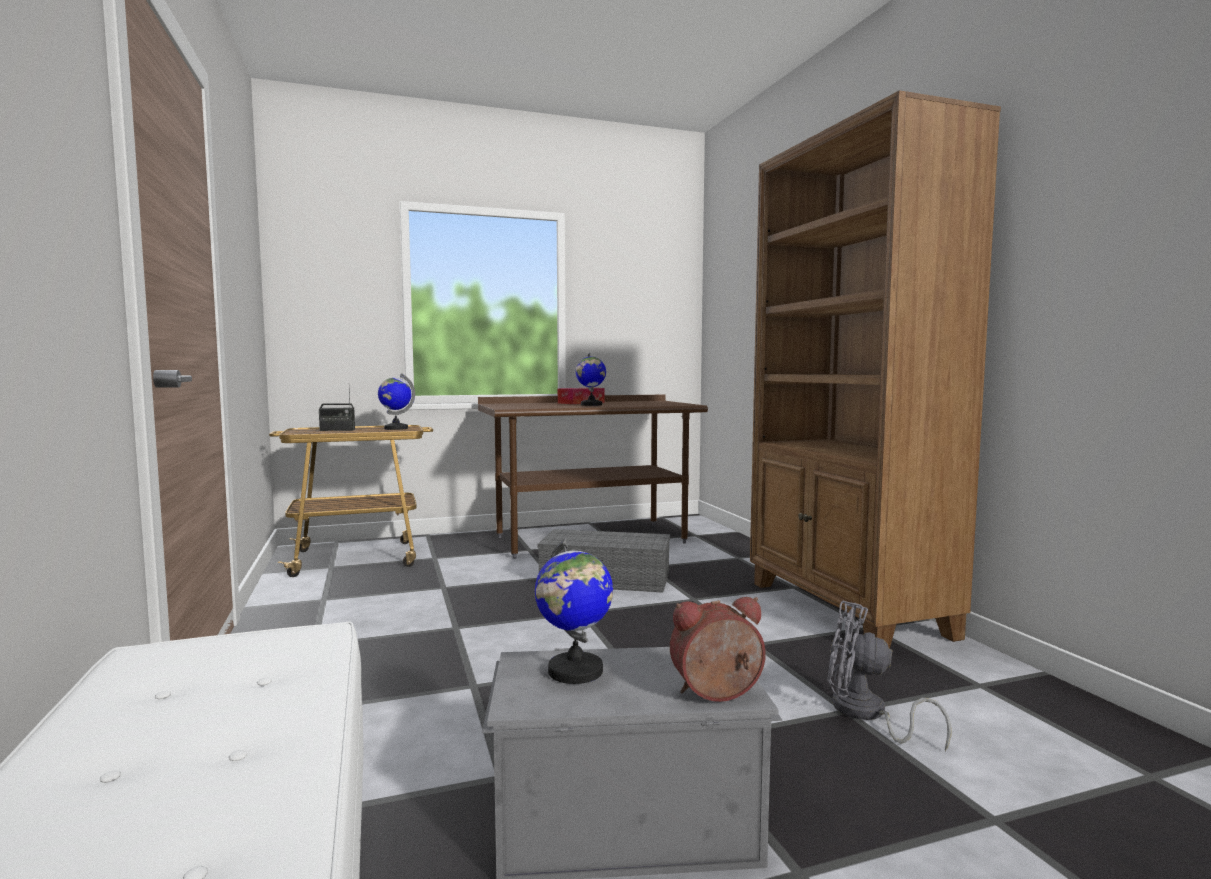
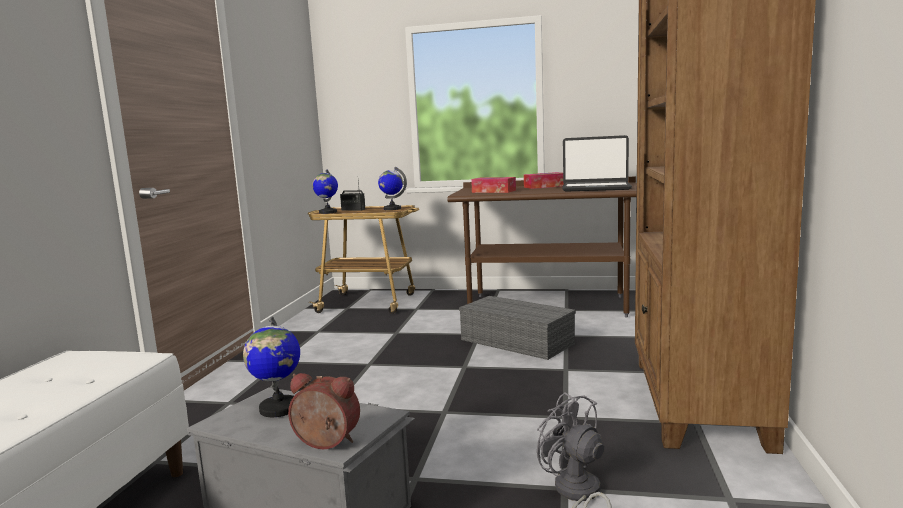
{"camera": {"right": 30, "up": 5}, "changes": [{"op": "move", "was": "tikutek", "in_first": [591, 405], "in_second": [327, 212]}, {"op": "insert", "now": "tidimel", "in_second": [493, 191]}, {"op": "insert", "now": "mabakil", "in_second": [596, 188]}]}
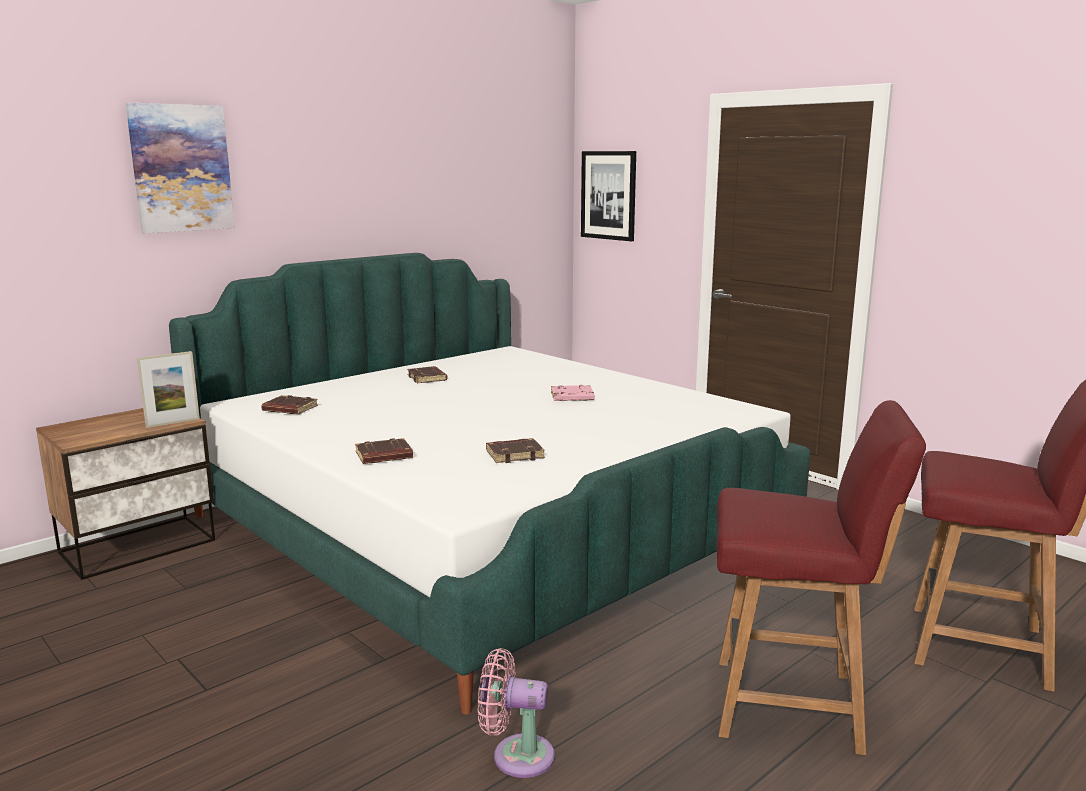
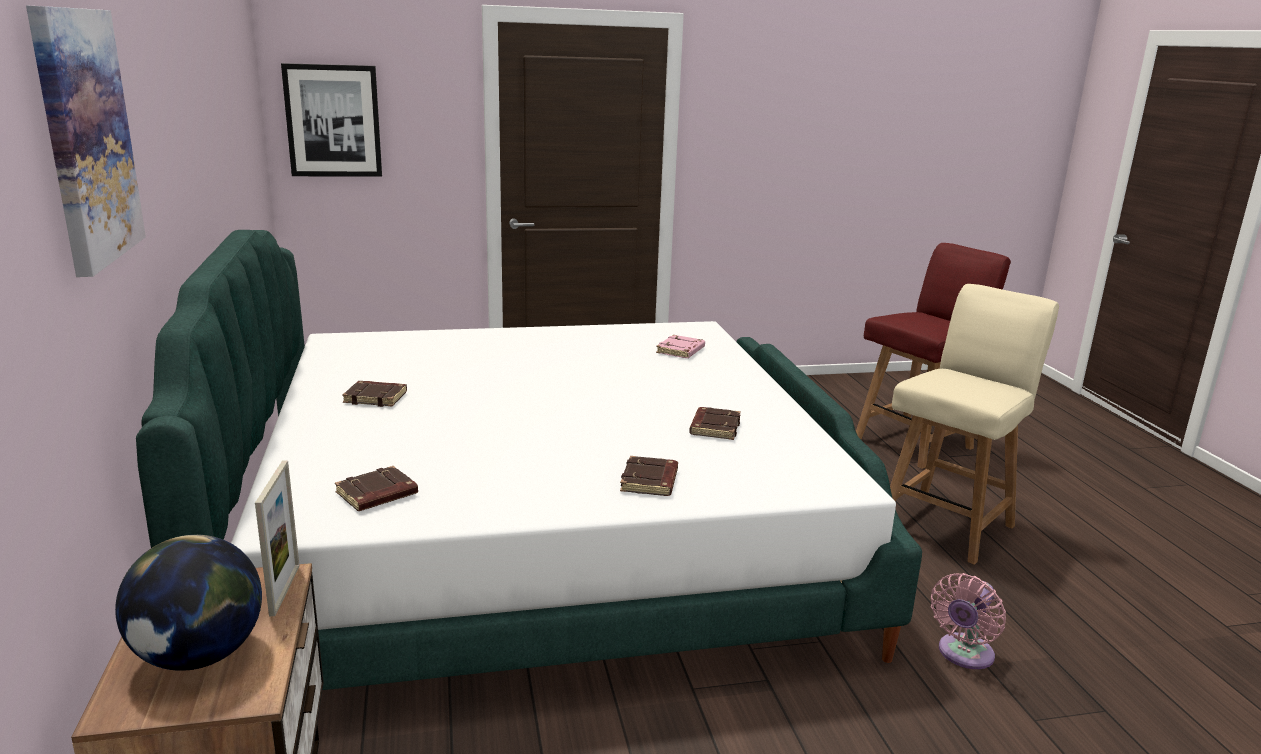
{"camera": {"right": -60, "up": 5}, "changes": [{"op": "insert", "now": "tikutek", "in_second": [199, 656]}, {"op": "move", "was": "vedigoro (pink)", "in_first": [571, 397], "in_second": [681, 351]}, {"op": "recolor", "was": "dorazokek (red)", "now": "dorazokek (beige)", "in_first": [791, 705], "in_second": [948, 525]}]}
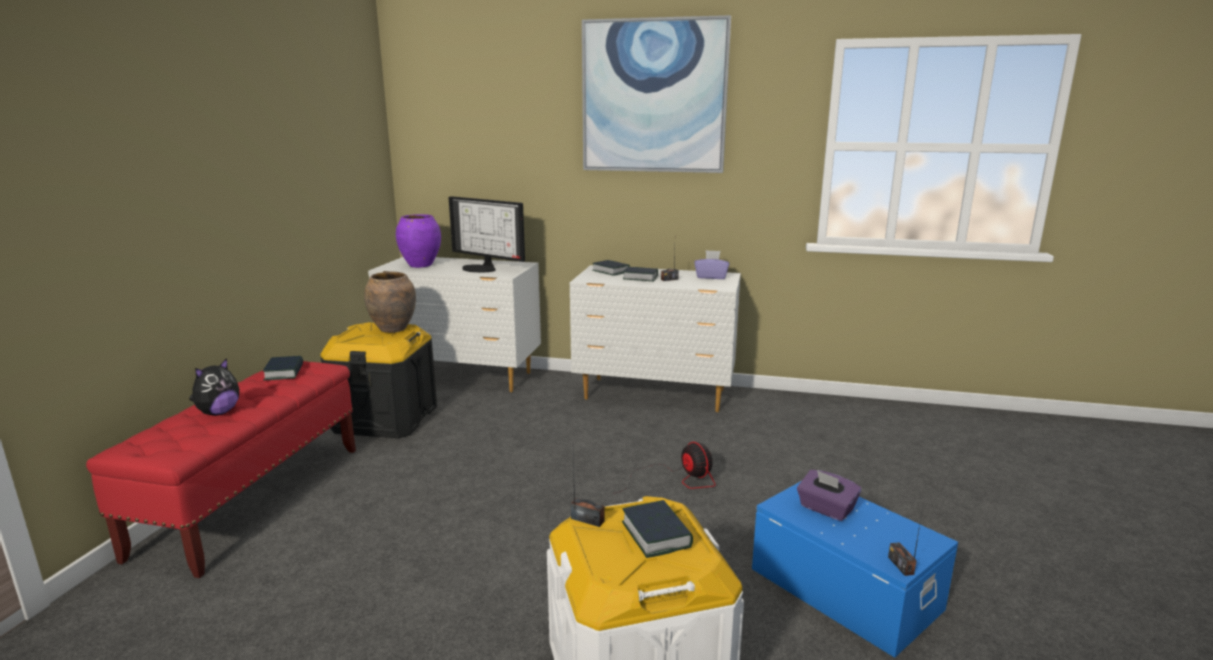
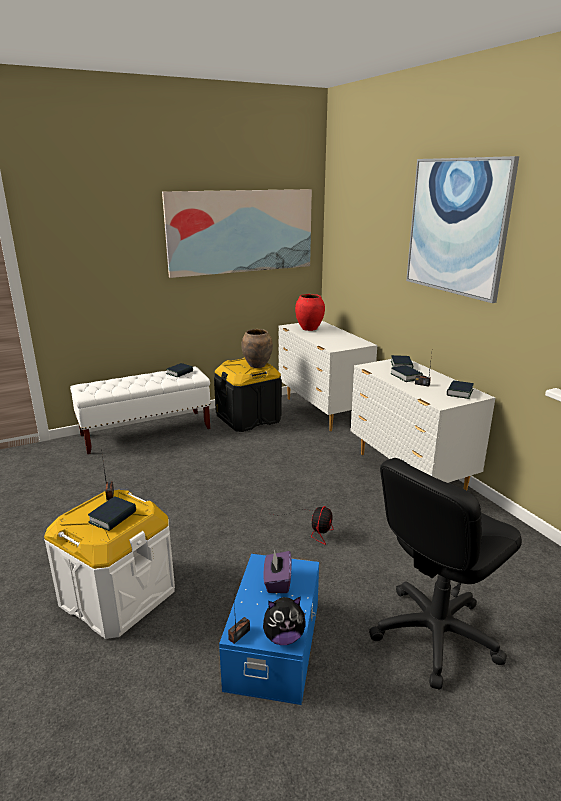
{"camera": {"right": 50, "up": 5}, "changes": [{"op": "recolor", "was": "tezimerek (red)", "now": "tezimerek (white)", "in_first": [253, 500], "in_second": [146, 432]}, {"op": "insert", "now": "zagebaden", "in_second": [241, 231]}, {"op": "move", "was": "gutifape", "in_first": [218, 413], "in_second": [283, 637]}, {"op": "recolor", "was": "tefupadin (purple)", "now": "tefupadin (red)", "in_first": [420, 265], "in_second": [309, 329]}, {"op": "insert", "now": "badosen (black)", "in_second": [434, 634]}, {"op": "replace", "was": "tidimel (purple)", "now": "vedigoro", "in_first": [711, 277], "in_second": [459, 392]}, {"op": "delete", "was": "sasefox", "in_first": [482, 268]}]}
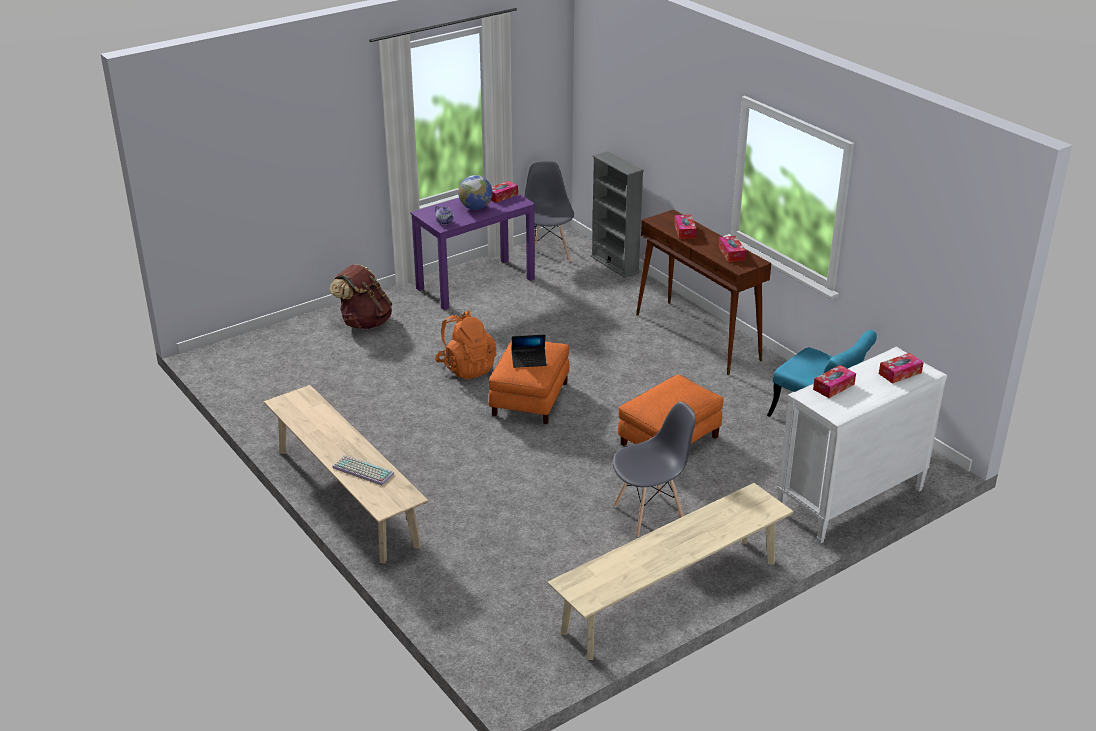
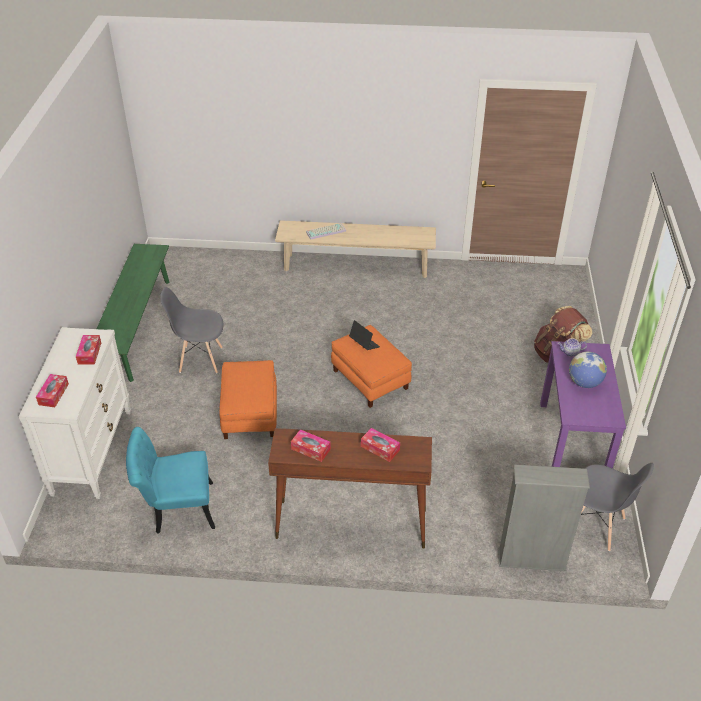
{"camera": {"right": 130, "up": 10}, "changes": [{"op": "recolor", "was": "tezimerek (beige)", "now": "tezimerek (green)", "in_first": [671, 596], "in_second": [137, 327]}, {"op": "rotate", "was": "dorazokek (grey)", "in_first": [649, 514], "in_second": [200, 359], "clockwise": 75}, {"op": "rotate", "was": "mabakil", "in_first": [529, 361], "in_second": [364, 344], "clockwise": 105}, {"op": "delete", "was": "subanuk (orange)", "in_first": [466, 368]}, {"op": "delete", "was": "tidimel", "in_first": [502, 196]}]}
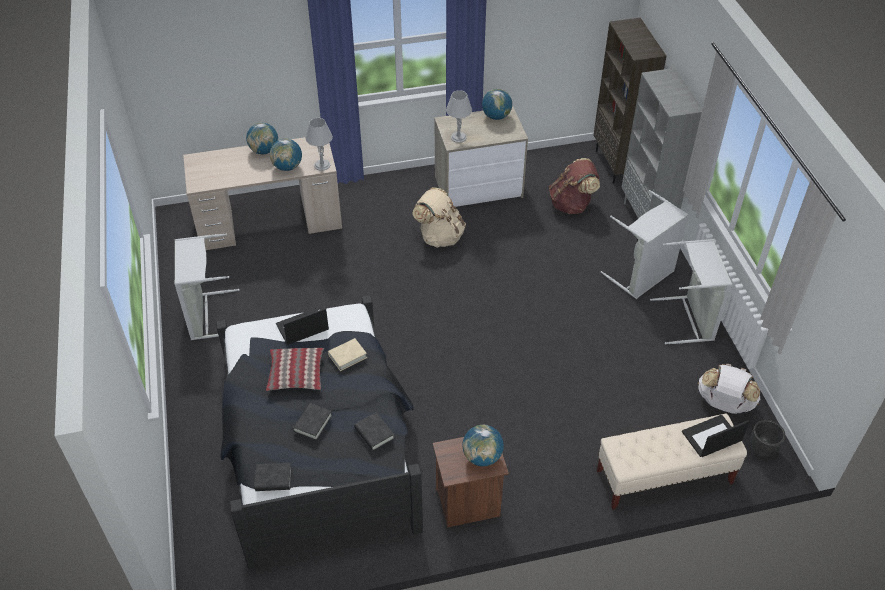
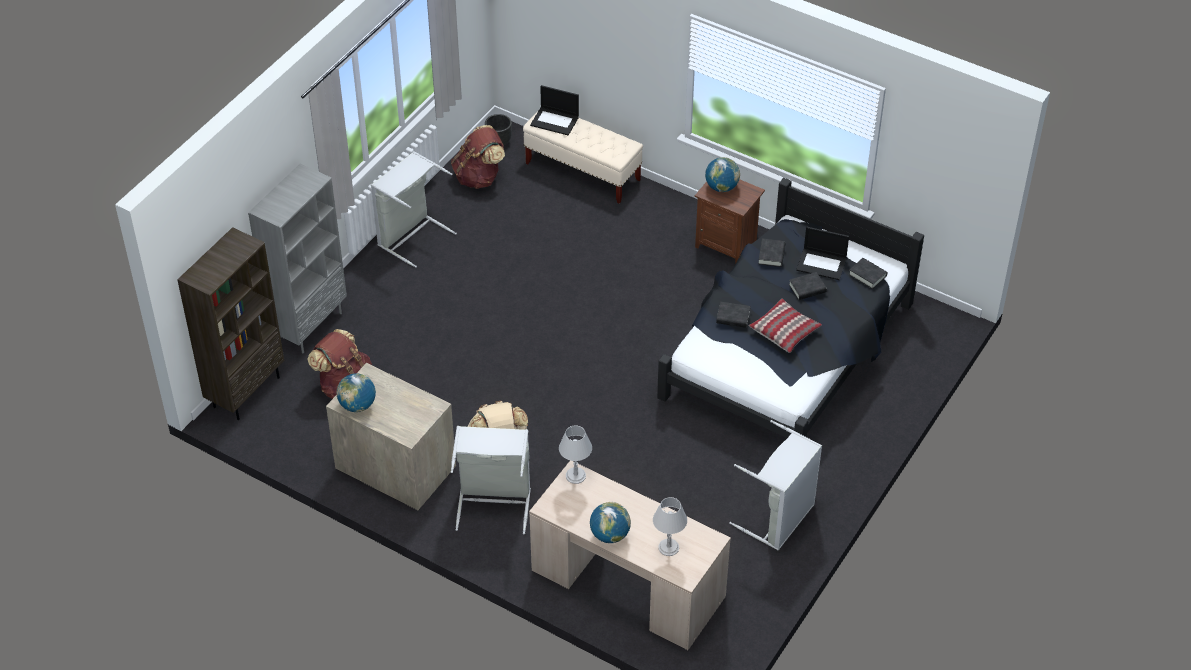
{"camera": {"right": -135, "up": 0}, "changes": [{"op": "recolor", "was": "subanuk (white)", "now": "subanuk (brown)", "in_first": [724, 404], "in_second": [479, 177]}, {"op": "move", "was": "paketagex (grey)", "in_first": [643, 276], "in_second": [494, 503]}, {"op": "move", "was": "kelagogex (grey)", "in_first": [458, 137], "in_second": [668, 547]}, {"op": "recolor", "was": "vedigoro (beige)", "now": "vedigoro (black)", "in_first": [347, 356], "in_second": [733, 317]}, {"op": "move", "was": "mabakil", "in_first": [302, 328], "in_second": [822, 264]}, {"op": "delete", "was": "tikutek", "in_first": [287, 167]}]}
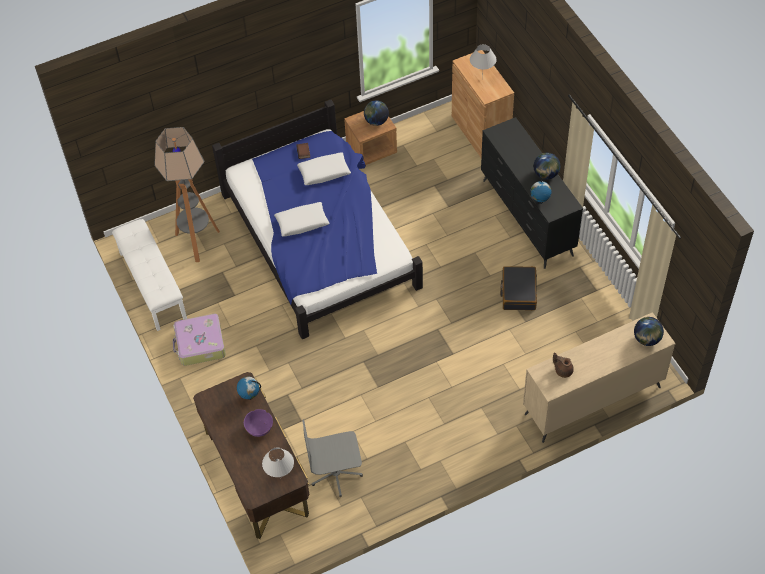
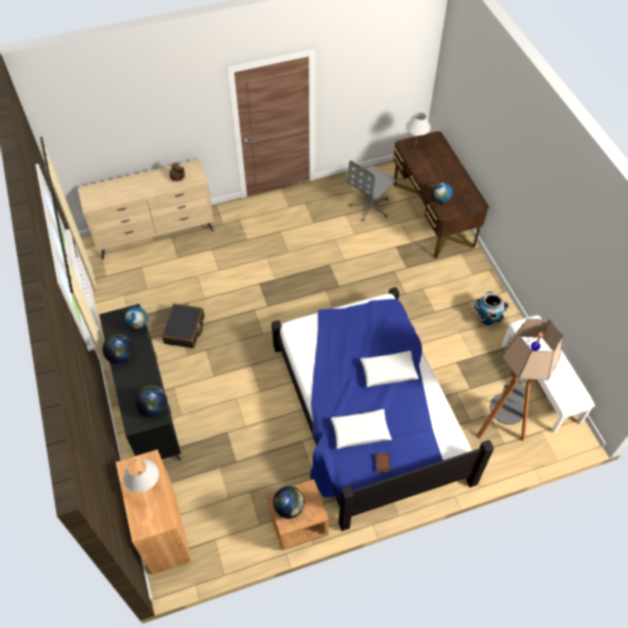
{"camera": {"right": -175, "up": 0}, "changes": [{"op": "move", "was": "tikutek", "in_first": [646, 339], "in_second": [154, 407]}, {"op": "rotate", "was": "badosen (grey)", "in_first": [336, 474], "in_second": [370, 207], "clockwise": 135}, {"op": "replace", "was": "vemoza", "now": "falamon", "in_first": [200, 344], "in_second": [486, 318]}, {"op": "delete", "was": "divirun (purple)", "in_first": [259, 428]}]}
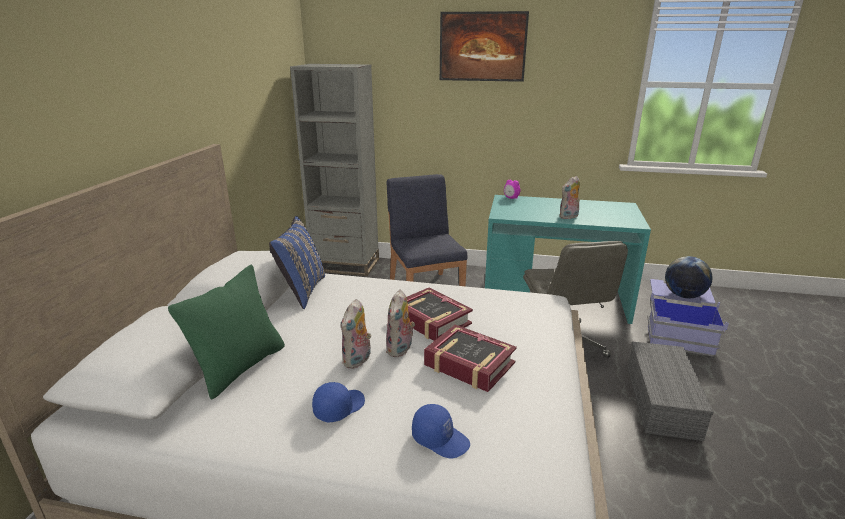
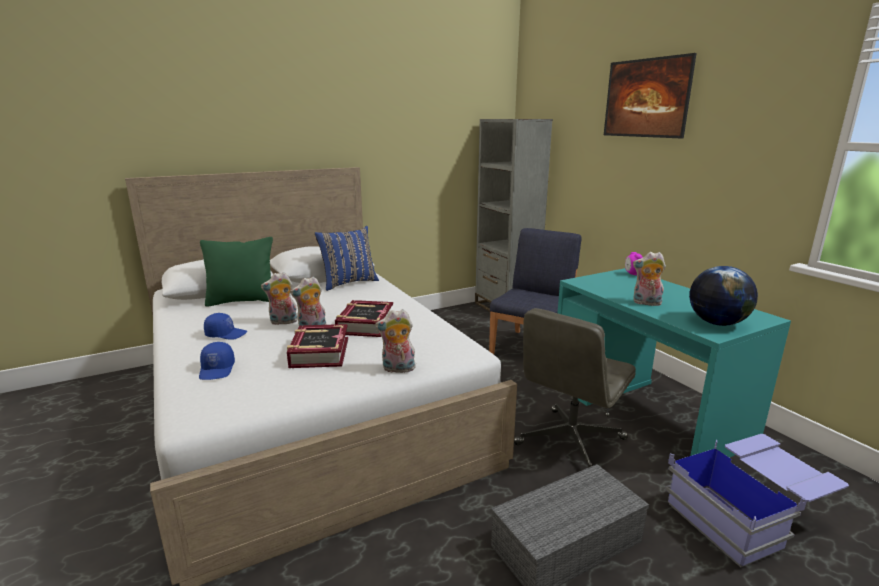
{"camera": {"right": 50, "up": -5}, "changes": [{"op": "insert", "now": "gutifape", "in_second": [397, 369]}, {"op": "move", "was": "tikutek", "in_first": [683, 296], "in_second": [716, 323]}]}
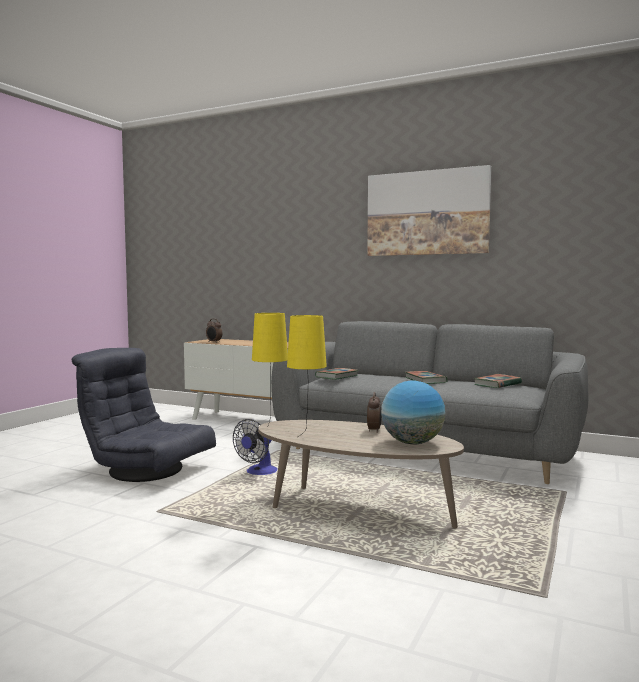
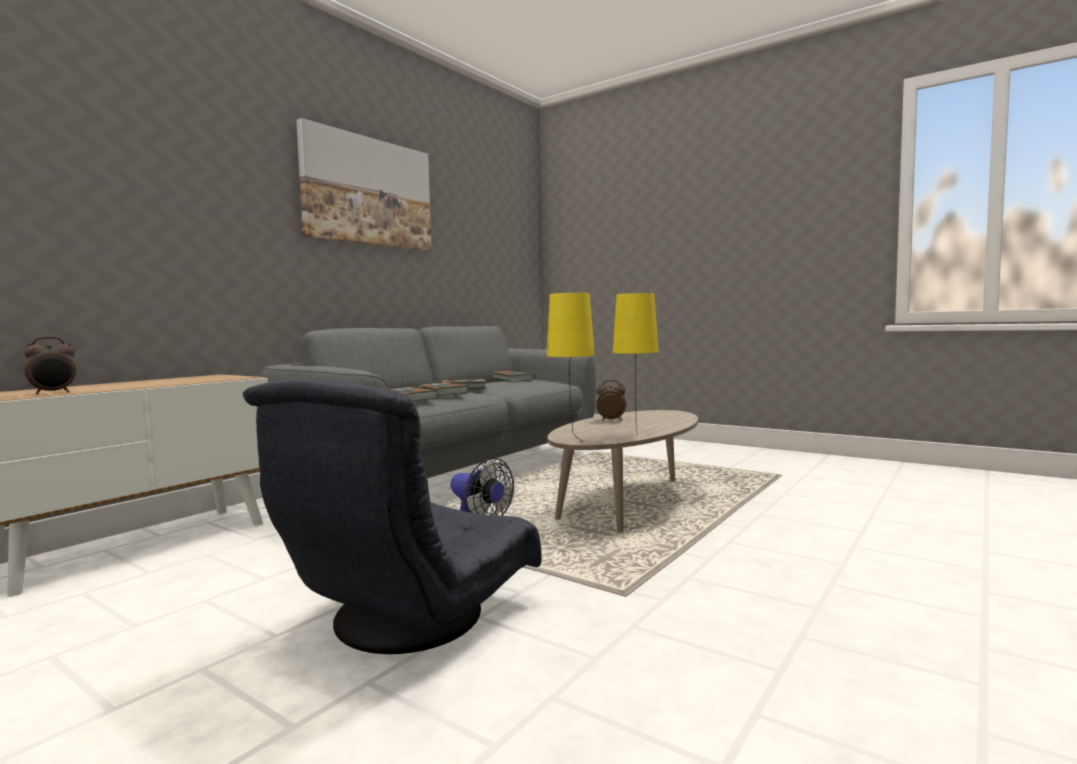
{"camera": {"right": -80, "up": 0}, "changes": [{"op": "insert", "now": "vedigoro", "in_second": [442, 393]}, {"op": "delete", "was": "tikutek", "in_first": [412, 443]}]}
